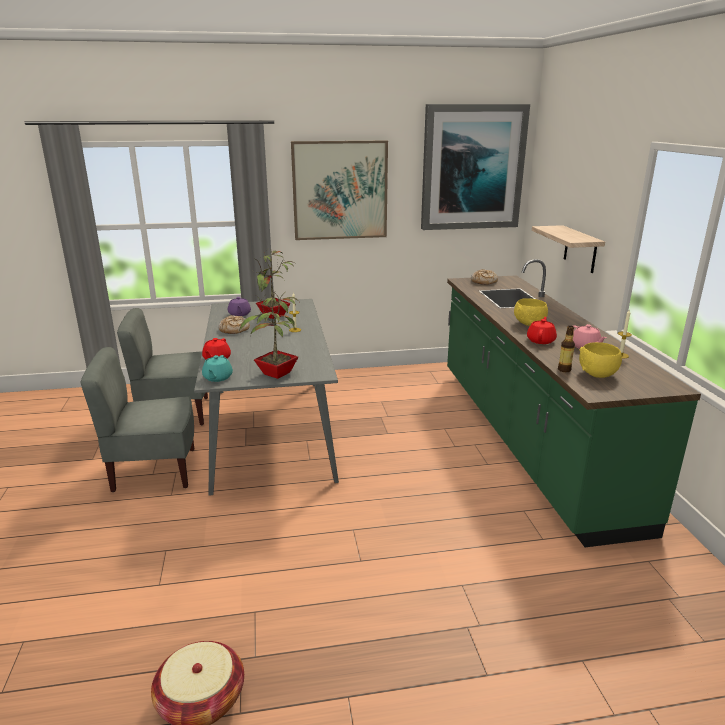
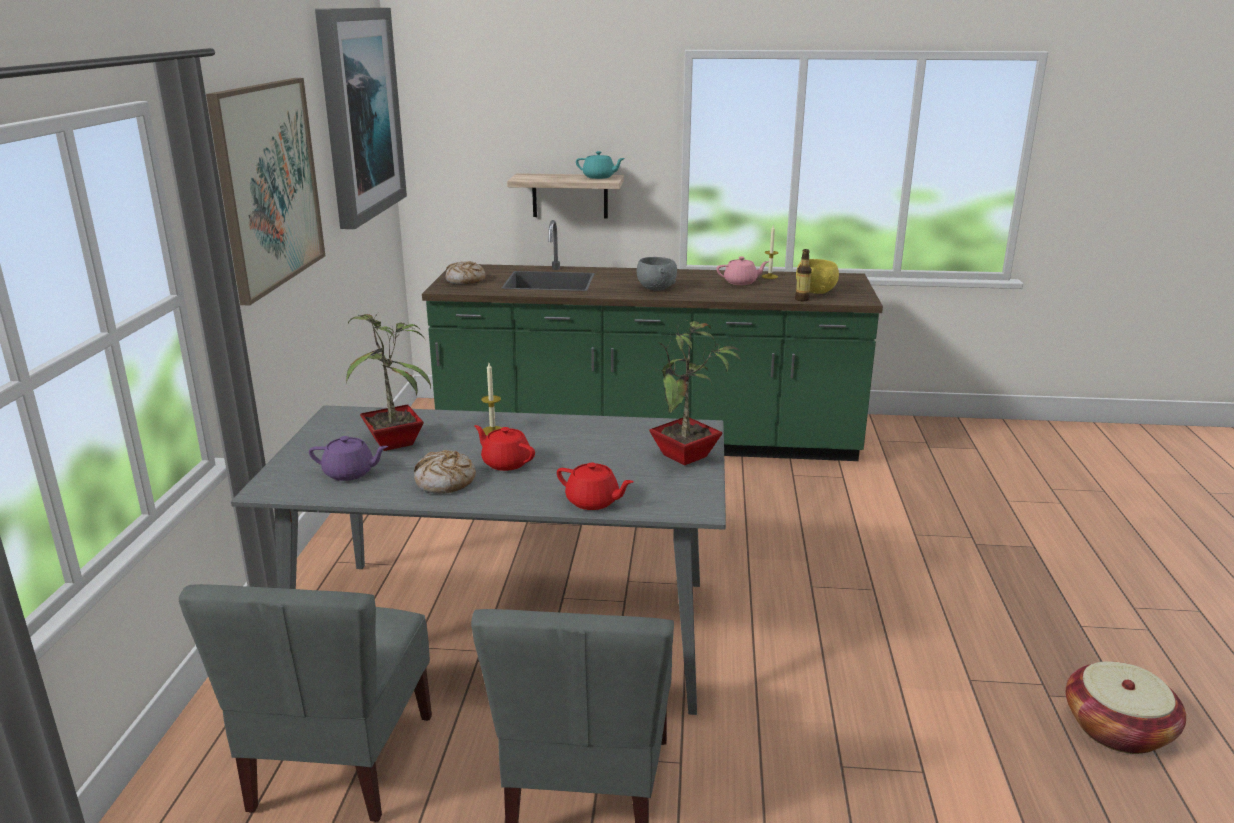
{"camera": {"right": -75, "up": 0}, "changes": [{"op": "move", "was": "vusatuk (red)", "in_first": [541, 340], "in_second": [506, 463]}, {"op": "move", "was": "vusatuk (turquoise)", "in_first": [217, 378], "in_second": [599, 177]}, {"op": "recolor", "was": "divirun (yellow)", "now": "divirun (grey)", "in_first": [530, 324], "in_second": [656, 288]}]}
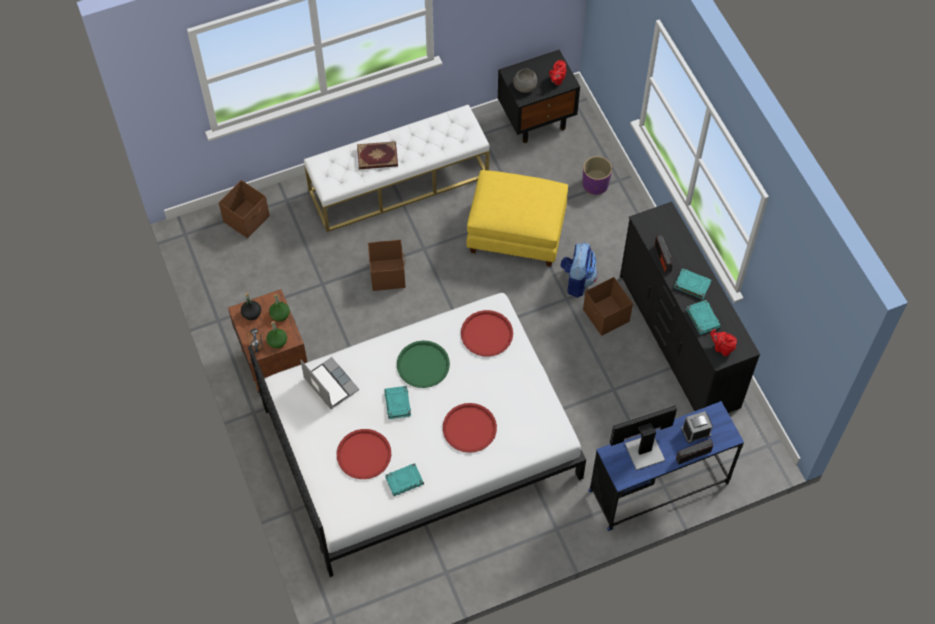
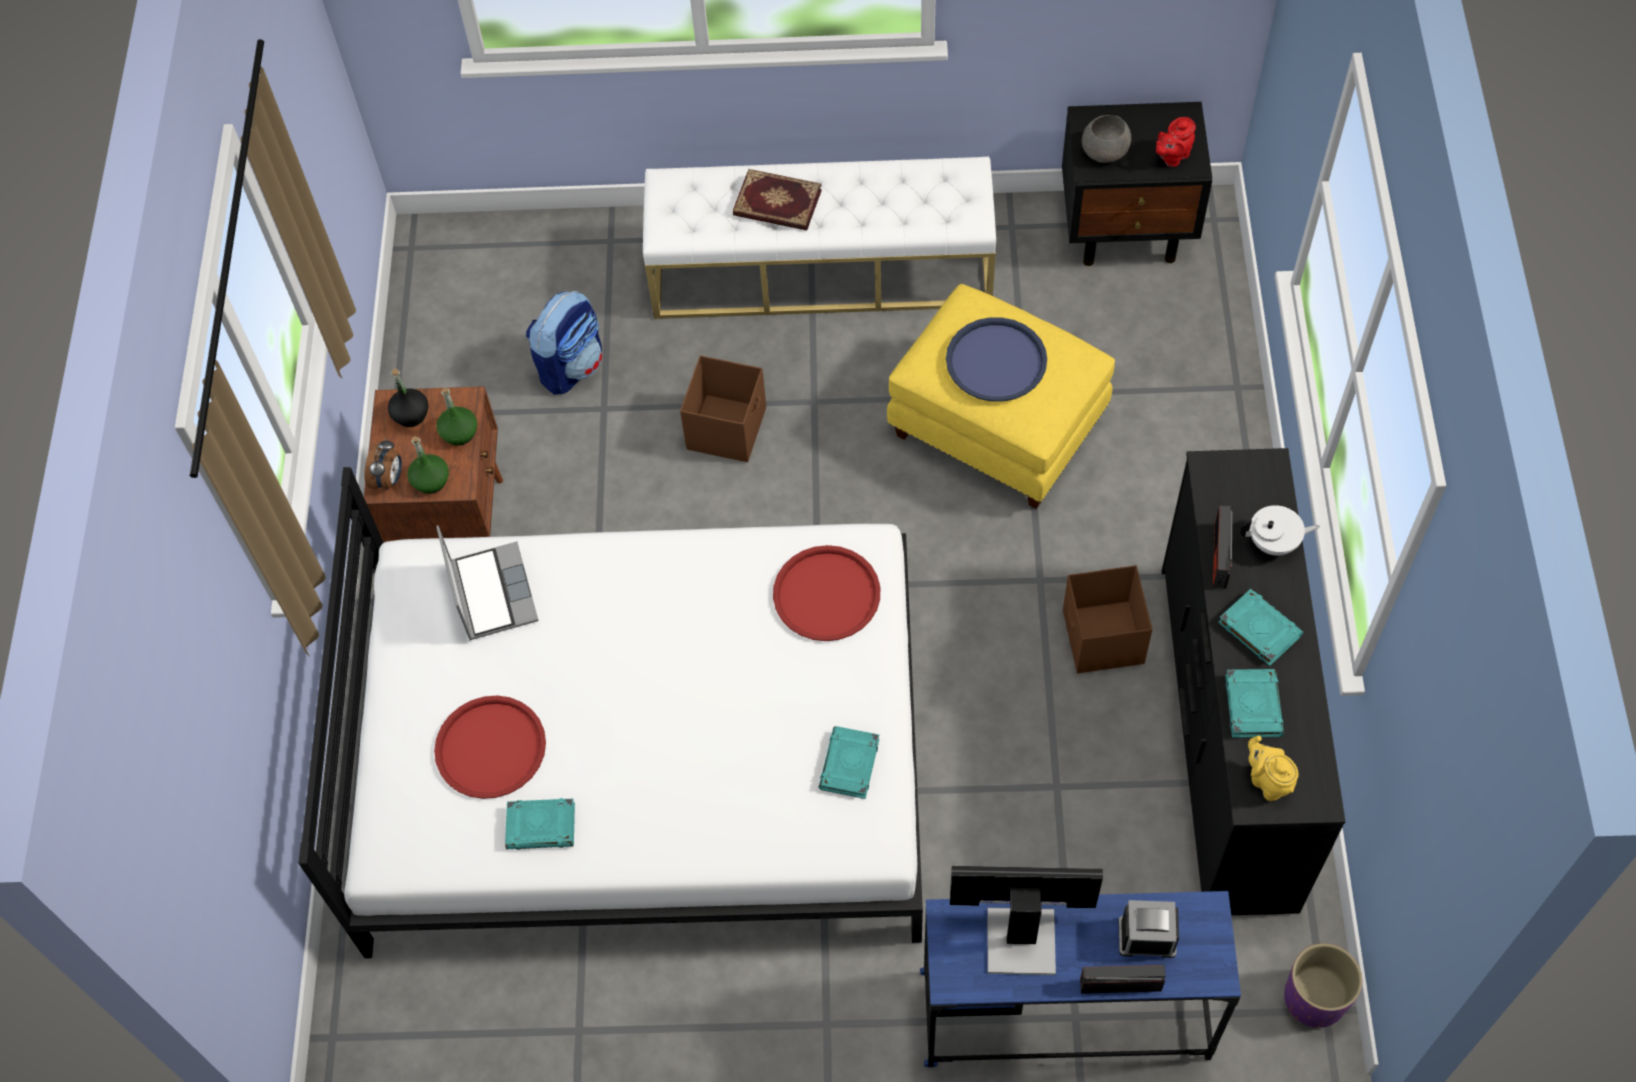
{"camera": {"right": 25, "up": 0}, "changes": [{"op": "move", "was": "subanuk", "in_first": [577, 280], "in_second": [571, 365]}, {"op": "move", "was": "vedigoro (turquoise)", "in_first": [398, 404], "in_second": [849, 765]}, {"op": "insert", "now": "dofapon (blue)", "in_second": [996, 361]}, {"op": "insert", "now": "vusatuk (white)", "in_second": [1274, 543]}, {"op": "recolor", "was": "vusatuk (red)", "now": "vusatuk (yellow)", "in_first": [722, 348], "in_second": [1268, 781]}, {"op": "move", "was": "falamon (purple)", "in_first": [595, 184], "in_second": [1315, 999]}, {"op": "delete", "was": "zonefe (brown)", "in_first": [247, 219]}, {"op": "delete", "was": "dofapon (green)", "in_first": [423, 365]}, {"op": "delete", "was": "dofapon (red)", "in_first": [469, 428]}]}
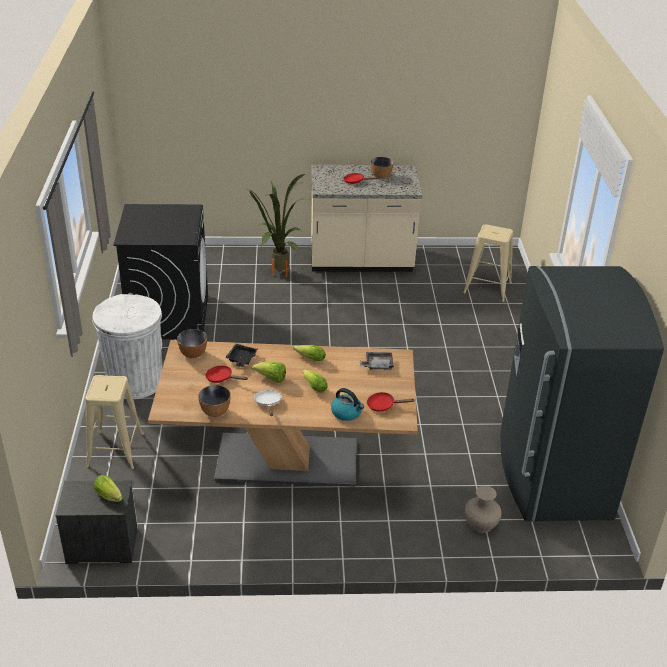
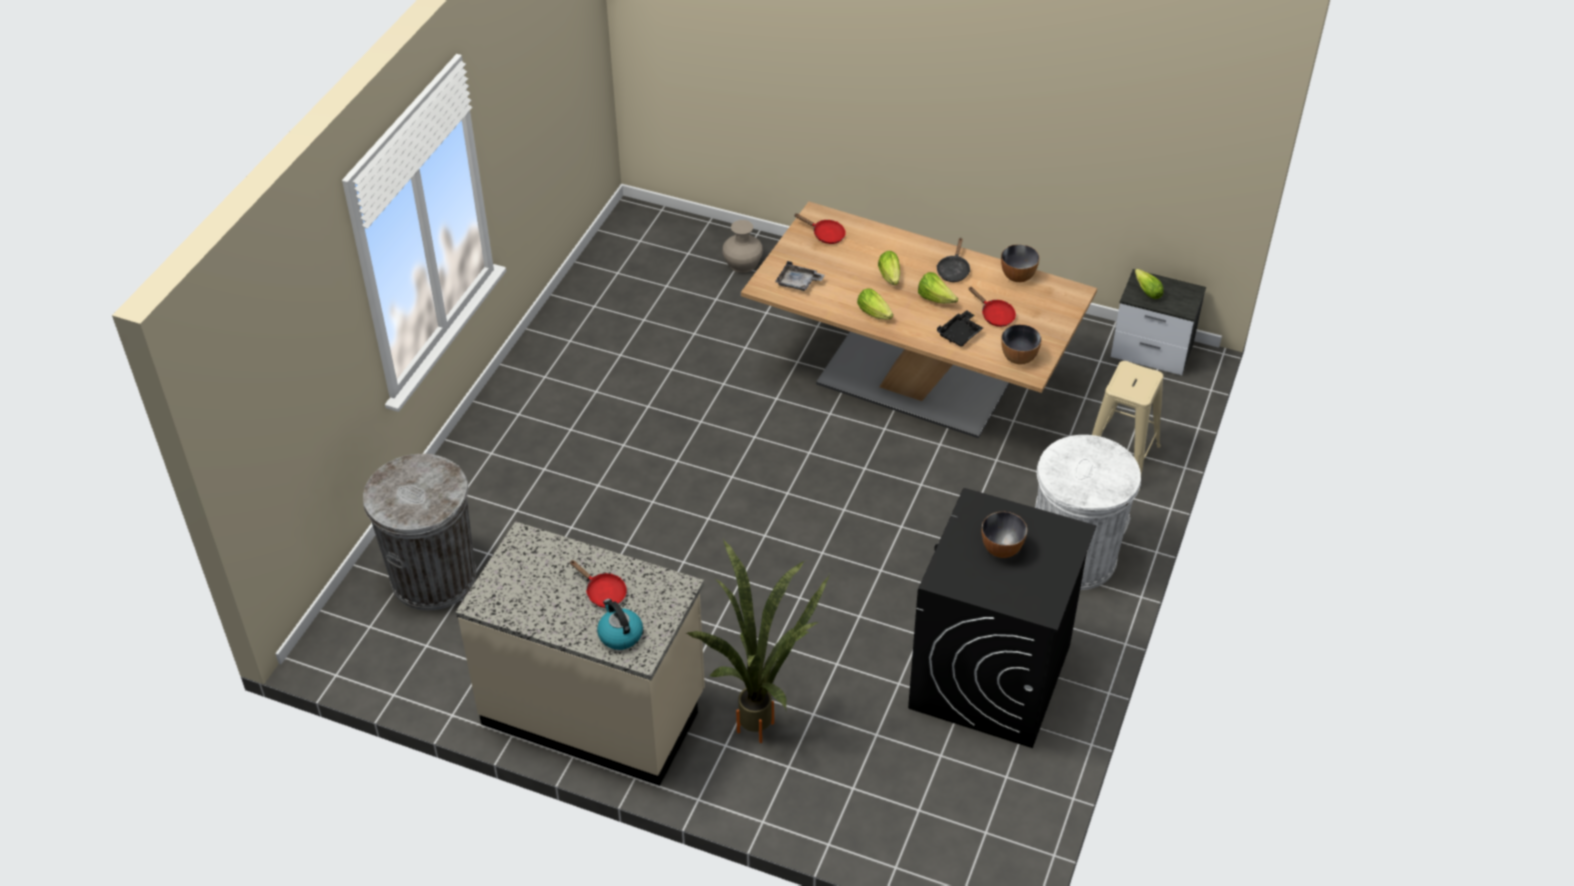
{"camera": {"right": -155, "up": 10}, "changes": [{"op": "replace", "was": "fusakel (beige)", "now": "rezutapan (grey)", "in_first": [487, 288], "in_second": [433, 577]}, {"op": "move", "was": "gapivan", "in_first": [347, 413], "in_second": [620, 634]}, {"op": "recolor", "was": "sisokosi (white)", "now": "sisokosi (black)", "in_first": [268, 403], "in_second": [953, 270]}, {"op": "move", "was": "divirun", "in_first": [381, 176], "in_second": [1001, 549]}, {"op": "delete", "was": "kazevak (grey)", "in_first": [551, 475]}]}
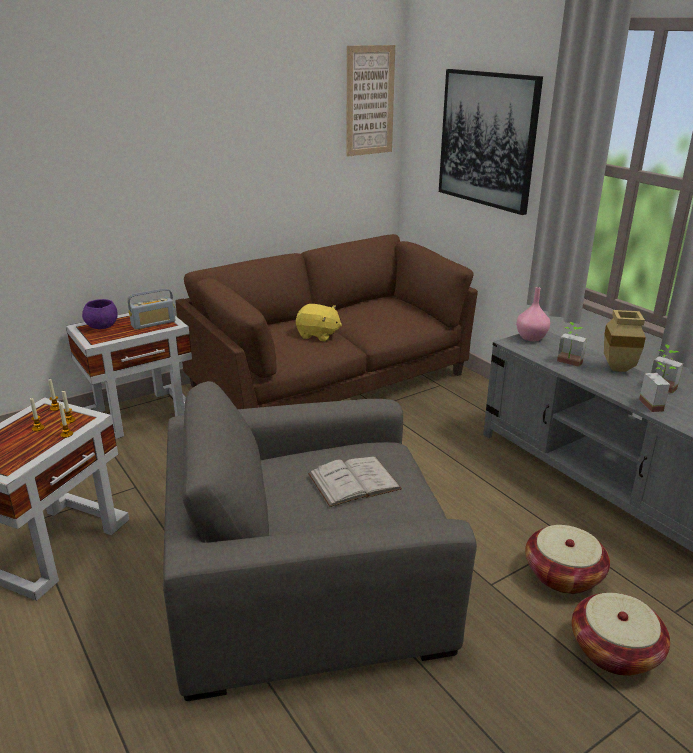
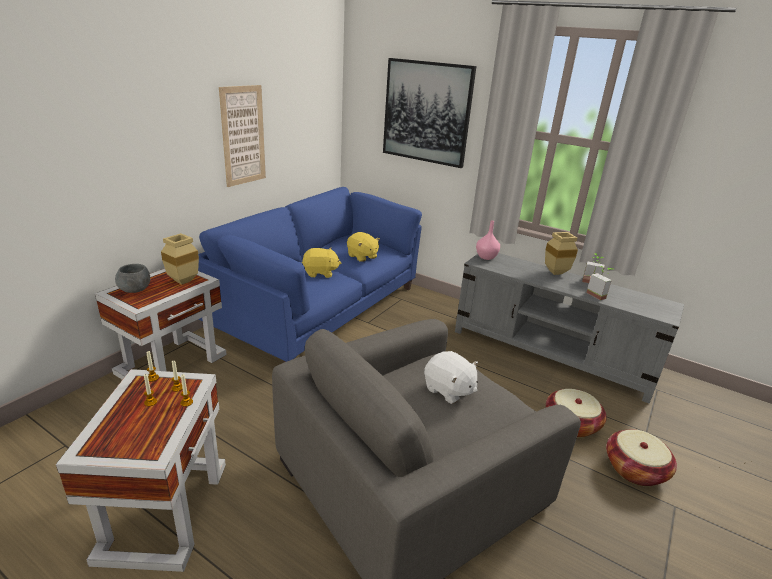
{"camera": {"right": -25, "up": 0}, "changes": [{"op": "recolor", "was": "divirun (purple)", "now": "divirun (grey)", "in_first": [102, 327], "in_second": [135, 290]}, {"op": "replace", "was": "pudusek", "now": "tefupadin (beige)", "in_first": [153, 323], "in_second": [184, 280]}, {"op": "recolor", "was": "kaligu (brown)", "now": "kaligu (blue)", "in_first": [329, 381], "in_second": [318, 308]}, {"op": "move", "was": "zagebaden", "in_first": [370, 101], "in_second": [243, 136]}, {"op": "insert", "now": "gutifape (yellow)", "in_second": [362, 256]}, {"op": "replace", "was": "vedigoro (white)", "now": "gutifape (white)", "in_first": [354, 481], "in_second": [449, 390]}, {"op": "delete", "was": "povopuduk", "in_first": [568, 363]}]}
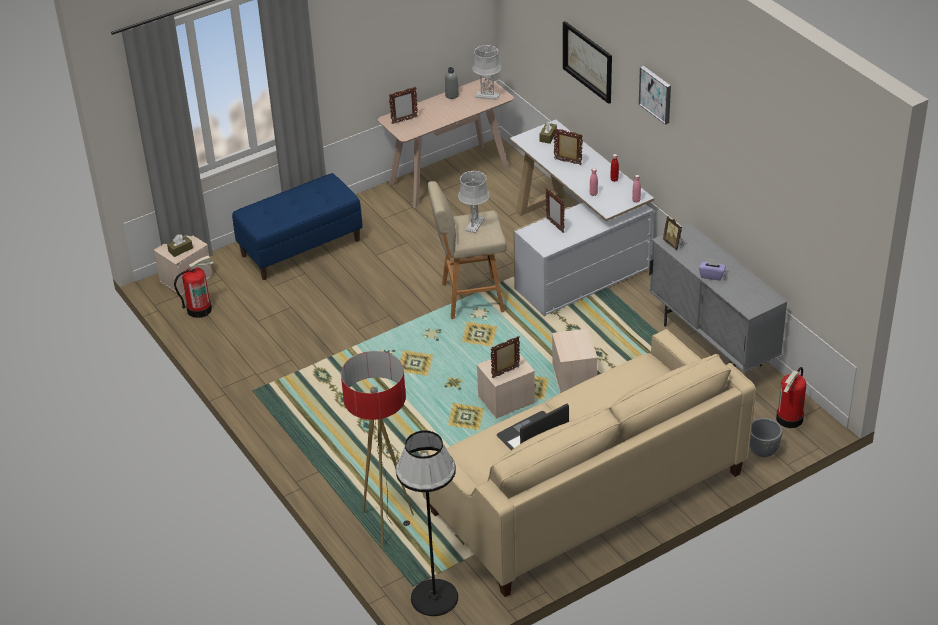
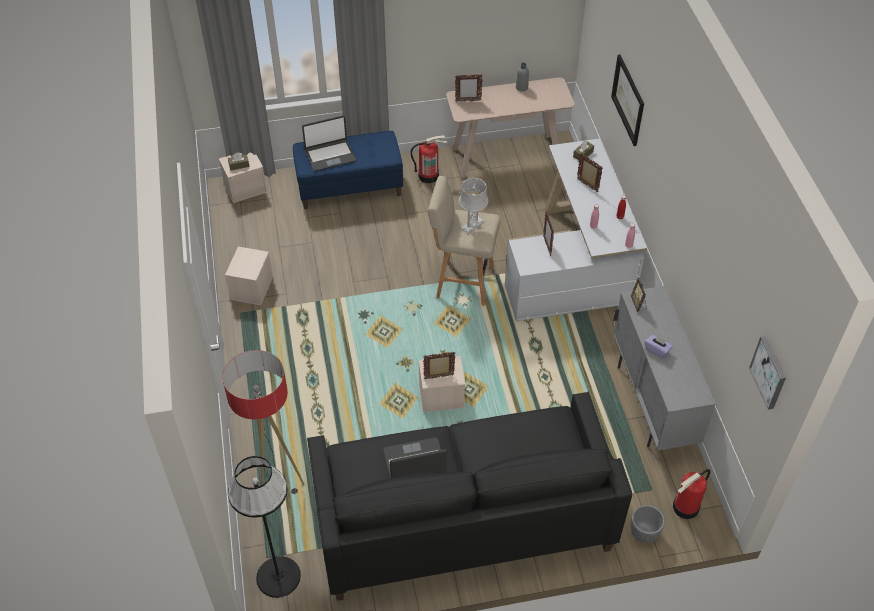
{"camera": {"right": 20, "up": 10}, "changes": [{"op": "move", "was": "zonefe (beige)", "in_first": [575, 378], "in_second": [252, 289]}, {"op": "insert", "now": "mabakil", "in_second": [330, 155]}, {"op": "recolor", "was": "kaligu (beige)", "now": "kaligu (black)", "in_first": [586, 493], "in_second": [462, 518]}, {"op": "move", "was": "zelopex", "in_first": [199, 309], "in_second": [428, 175]}, {"op": "move", "was": "zagebaden", "in_first": [656, 94], "in_second": [769, 372]}, {"op": "delete", "was": "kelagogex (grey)", "in_first": [487, 96]}]}
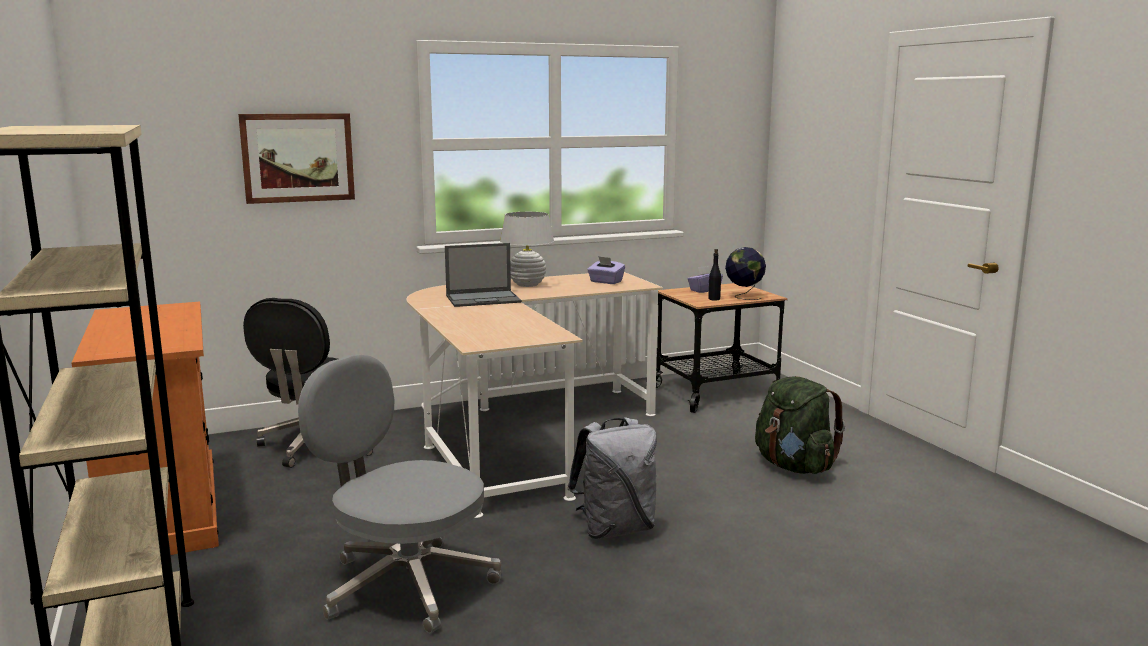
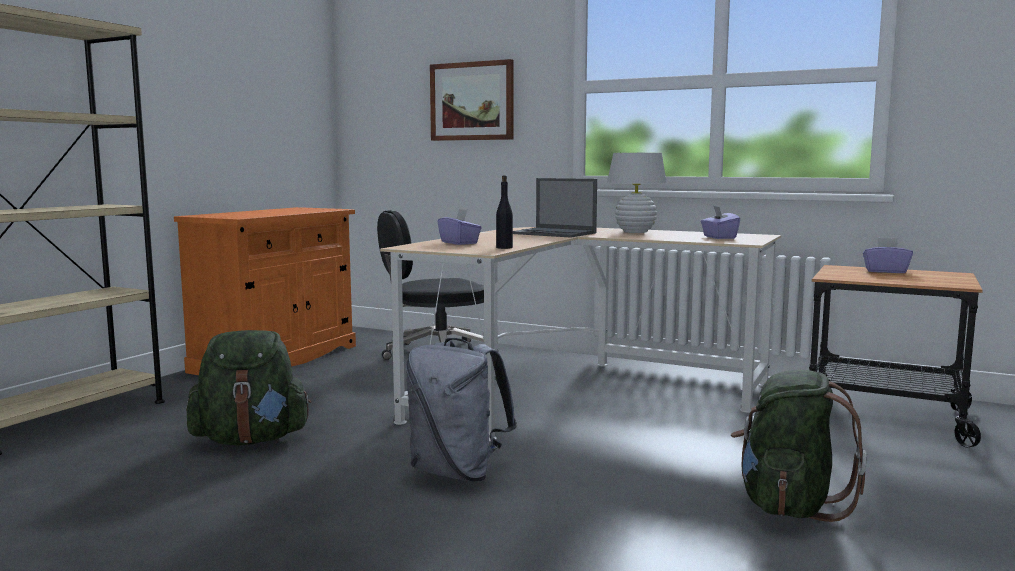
{"camera": {"right": 50, "up": -5}, "changes": [{"op": "replace", "was": "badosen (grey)", "now": "subanuk (green)", "in_first": [405, 584], "in_second": [251, 439]}, {"op": "insert", "now": "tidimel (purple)", "in_second": [459, 243]}, {"op": "move", "was": "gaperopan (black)", "in_first": [714, 299], "in_second": [504, 247]}, {"op": "delete", "was": "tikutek", "in_first": [744, 297]}]}
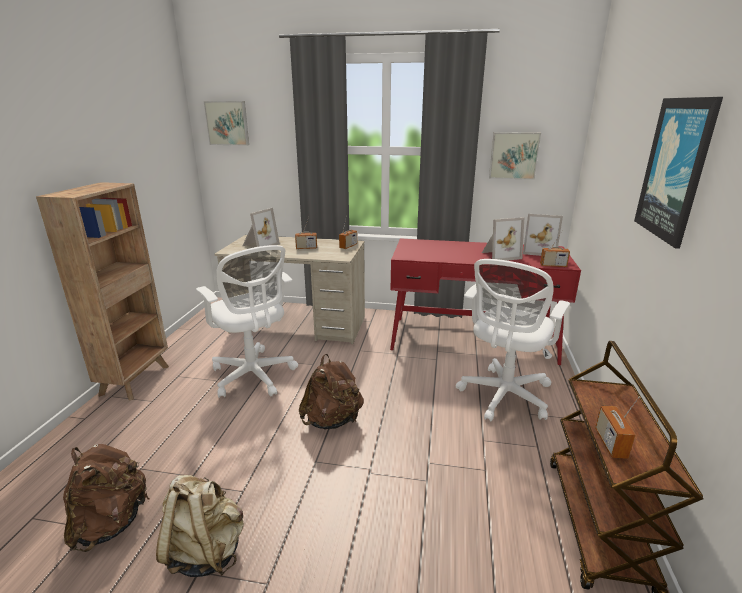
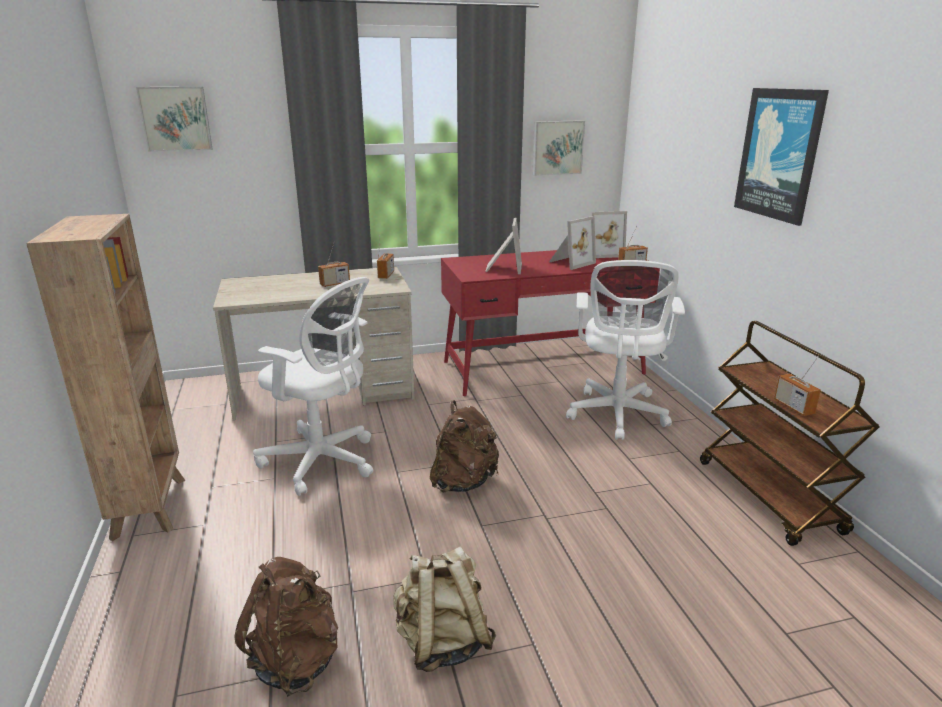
{"camera": {"right": -25, "up": 0}, "changes": [{"op": "move", "was": "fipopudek", "in_first": [259, 245], "in_second": [503, 268]}]}
